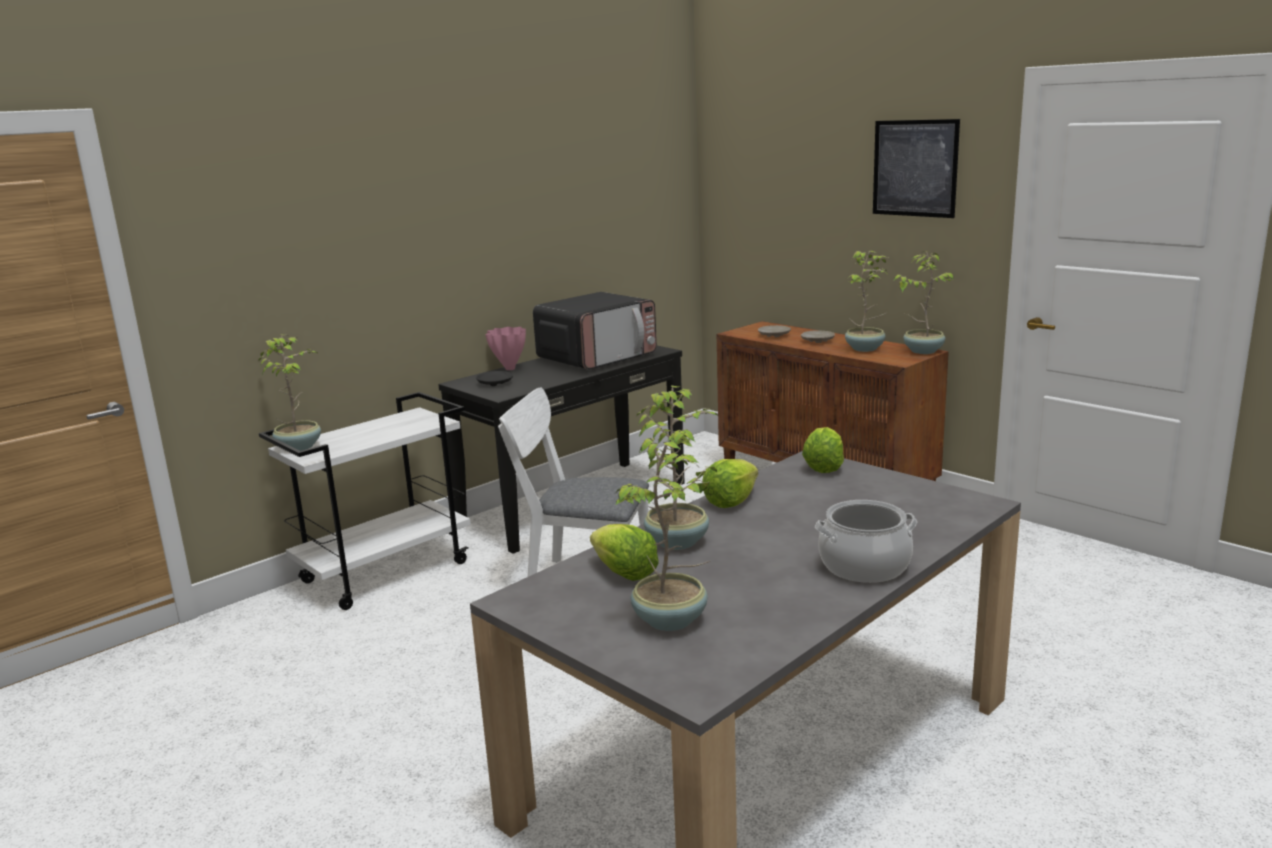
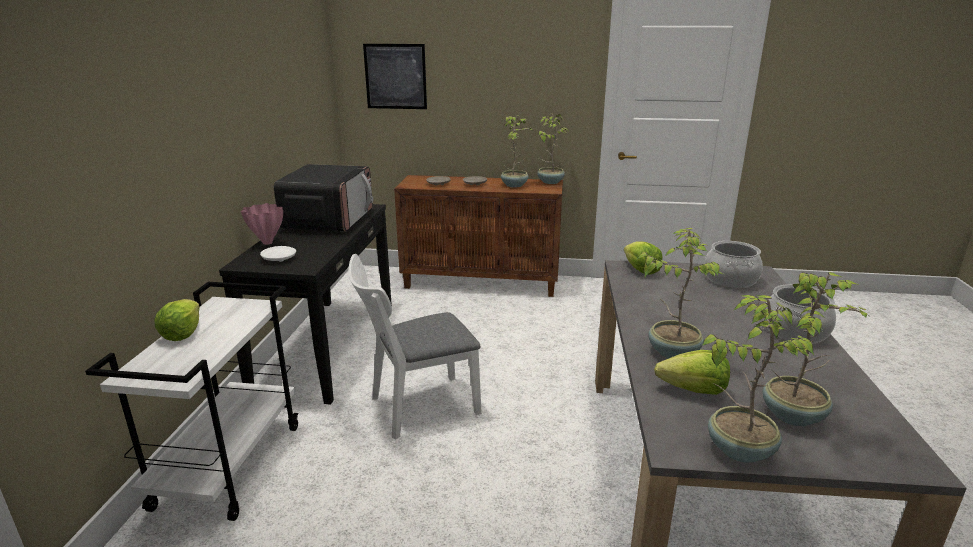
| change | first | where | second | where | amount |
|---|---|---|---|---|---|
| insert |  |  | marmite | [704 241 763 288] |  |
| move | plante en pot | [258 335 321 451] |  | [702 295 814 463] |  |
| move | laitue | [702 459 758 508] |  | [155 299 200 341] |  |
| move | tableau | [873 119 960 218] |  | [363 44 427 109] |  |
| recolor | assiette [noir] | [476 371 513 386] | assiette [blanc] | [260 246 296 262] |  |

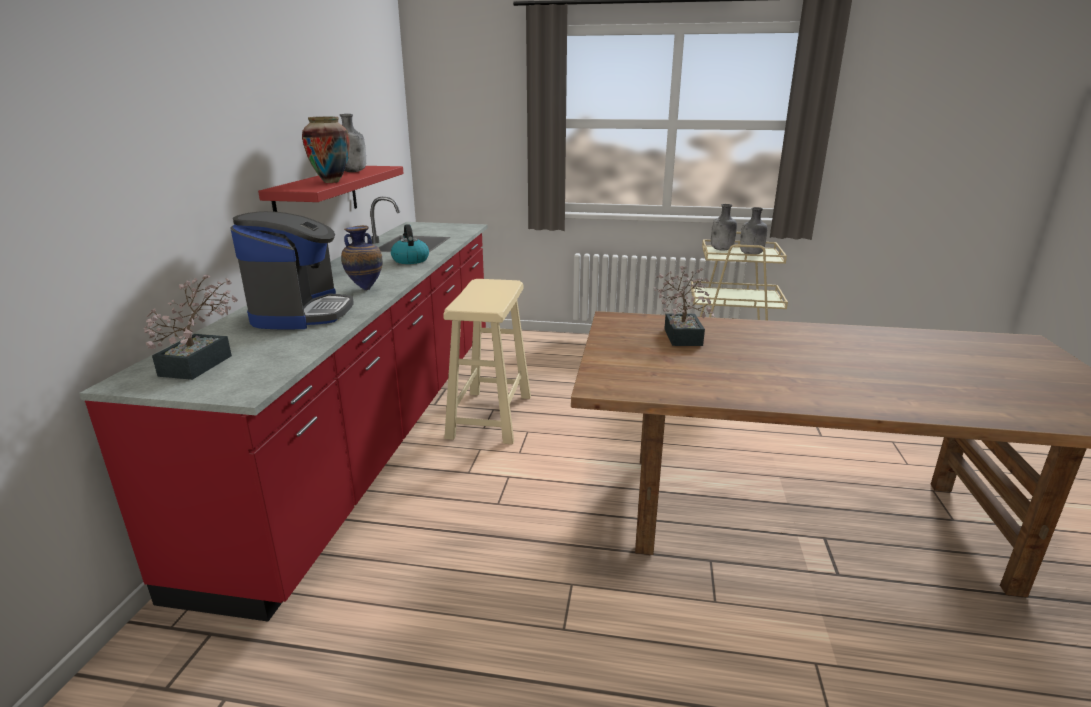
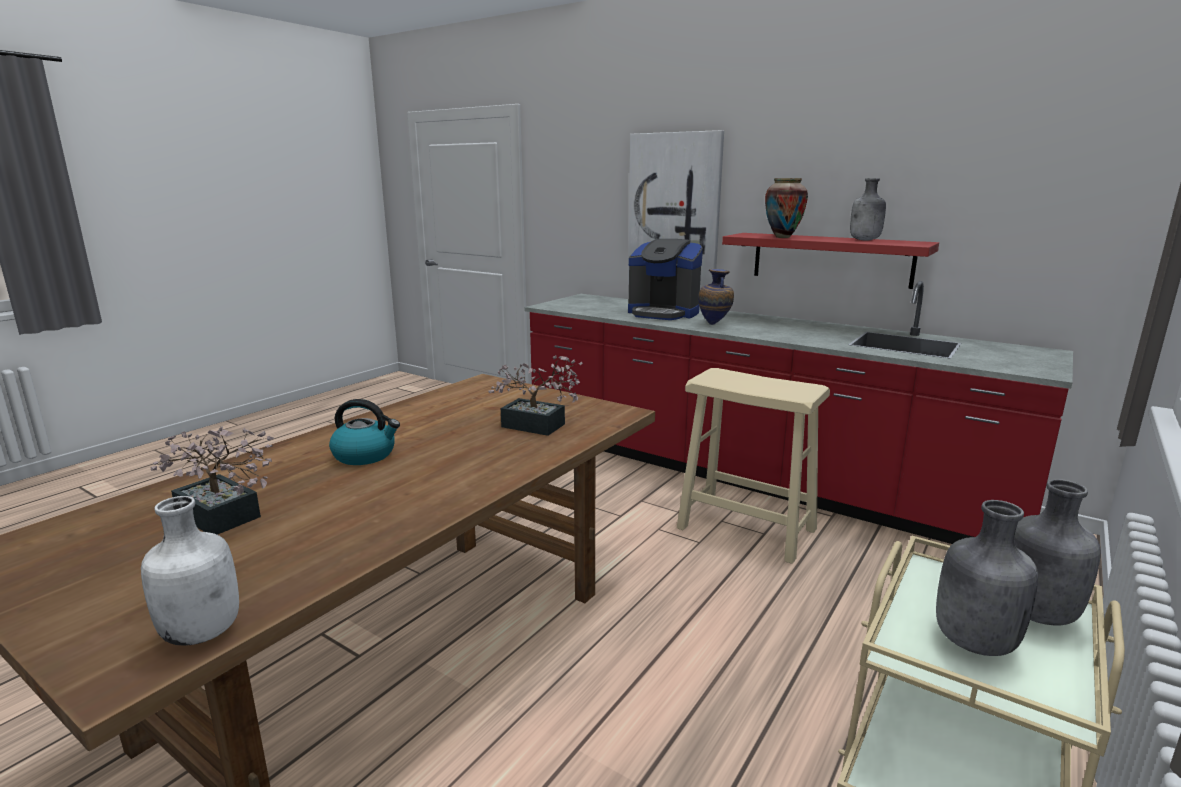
| change | first | where | second | where | amount |
|---|---|---|---|---|---|
| insert |  |  | bouteille [blanc] | [141 496 239 646] |  |
| insert |  |  | tableau | [628 130 724 289] |  |
| move | plante en pot | [144 274 238 380] |  | [150 427 274 535] |  |
| move | bouilloire | [391 224 429 264] |  | [329 399 400 465] |  |

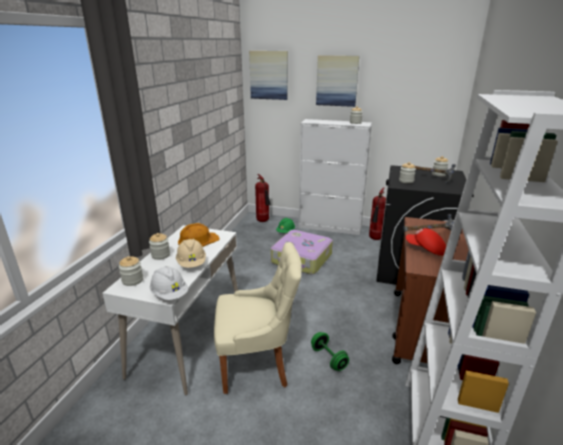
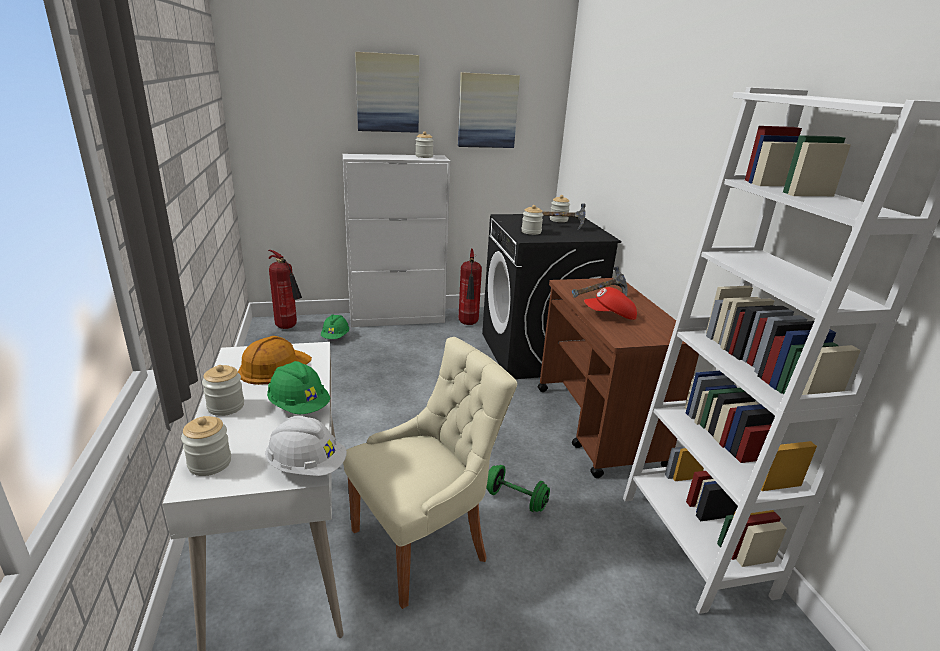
| change | first | where | second | where | amount |
|---|---|---|---|---|---|
| delete | valise | [271 230 333 274] |  |  |  |
| move | tableau | [249 51 288 100] |  | [458 72 520 148] |  |
| recolor | casque de chantier [beige] | [176 239 206 268] | casque de chantier [vert] | [267 361 330 414] |  |

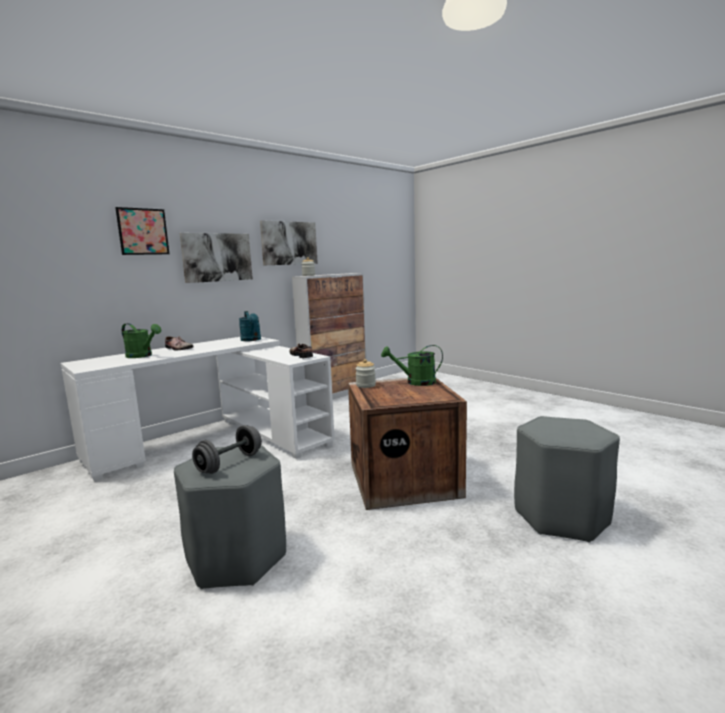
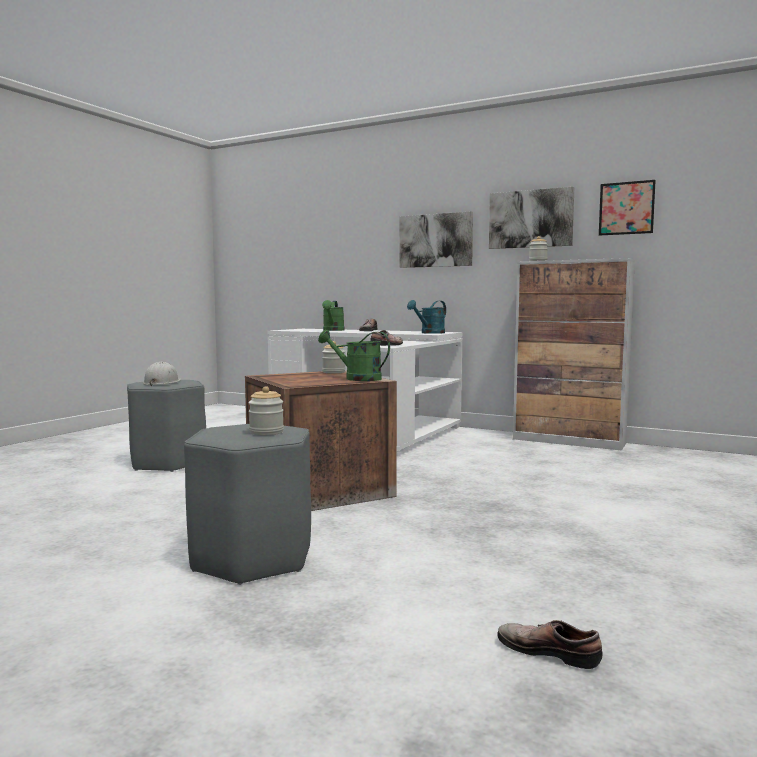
| change | first | where | second | where | amount |
|---|---|---|---|---|---|
| insert |  |  | bocal | [248 386 284 435] |  |
| insert |  |  | chaussure | [497 620 603 669] |  |
| move | tableau | [115 207 169 255] |  | [599 180 656 236] |  |
| replace | haltère [gris] | [192 425 262 474] | casque de chantier [blanc] | [143 362 181 386] |  |
| rotate | arrosoir [vert] | [381 345 443 386] |  | [318 330 390 381] | 45 degrees counterclockwise |

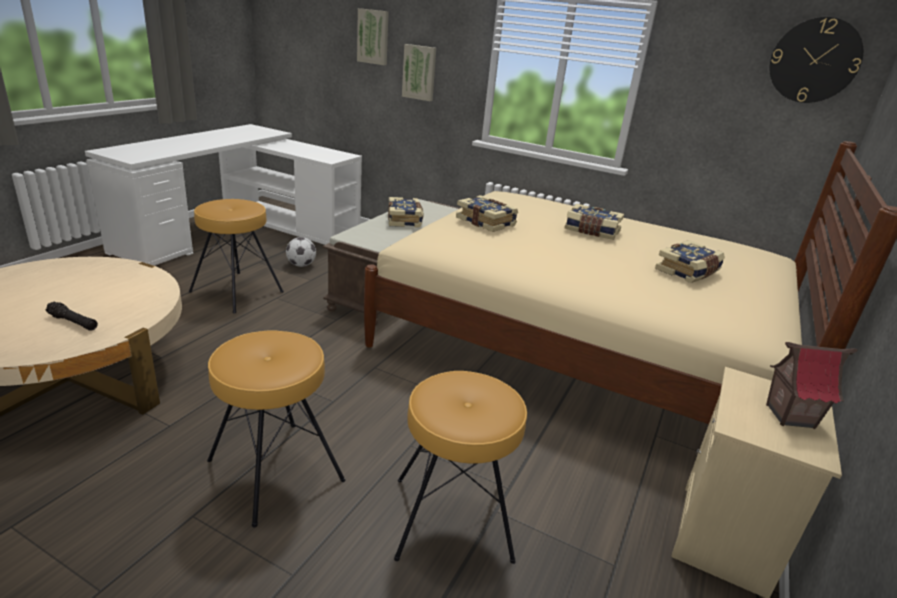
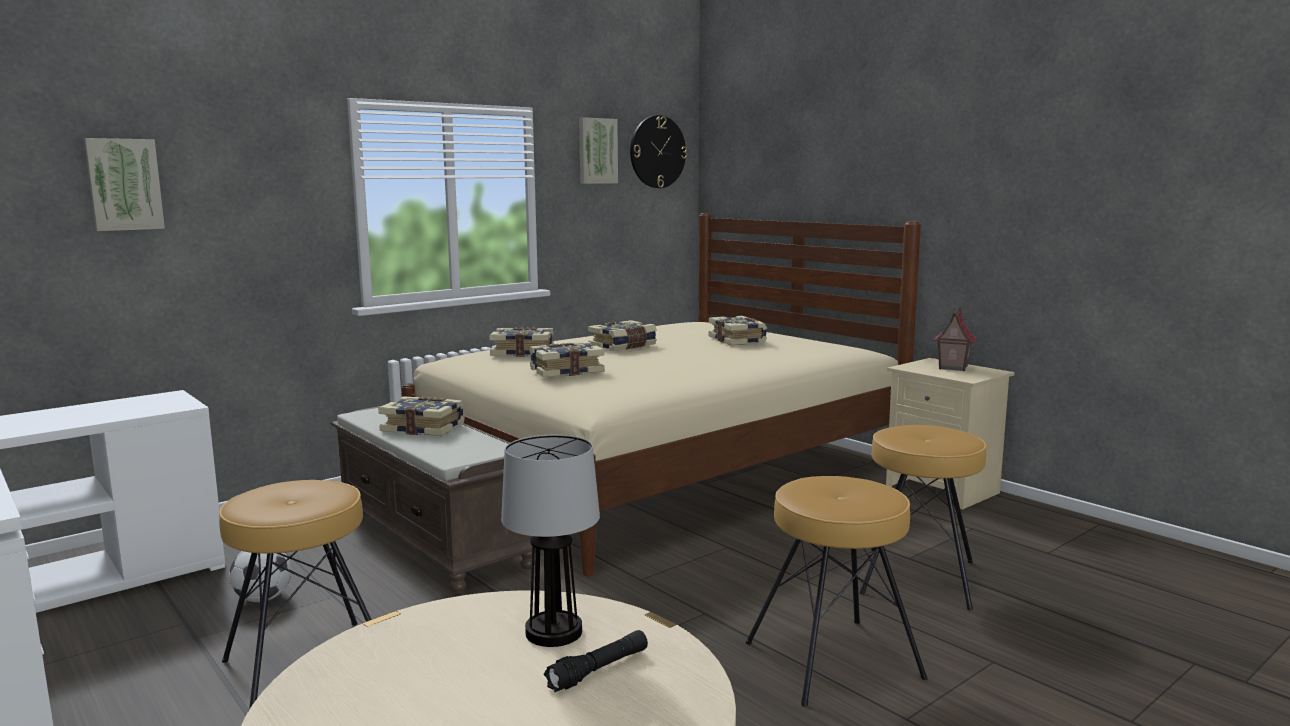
| change | first | where | second | where | amount |
|---|---|---|---|---|---|
| insert |  |  | livre | [489 327 554 357] |  |
| insert |  |  | lampe de table | [501 435 600 647] |  |
| move | tableau | [402 44 436 101] |  | [579 117 618 184] |  |

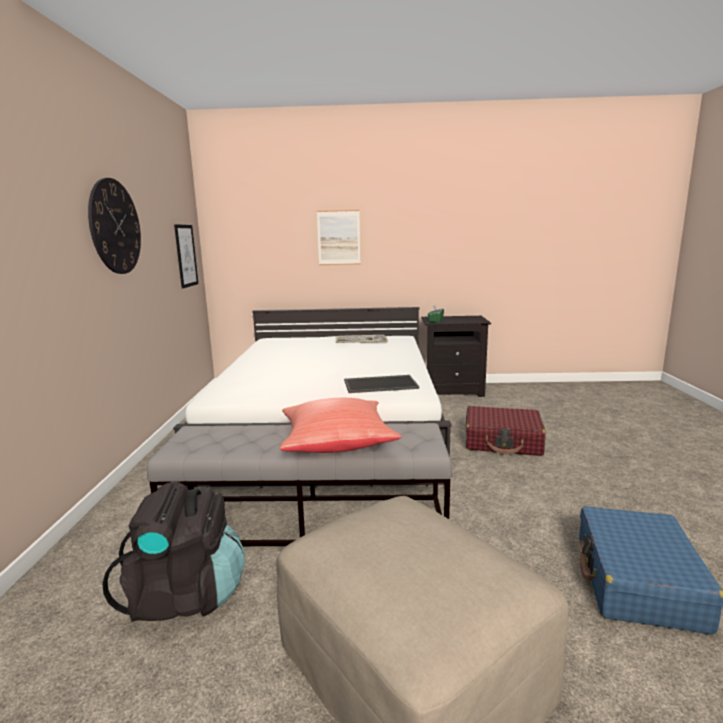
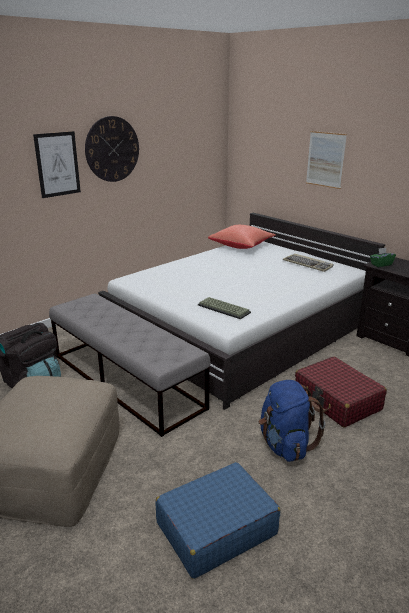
| change | first | where | second | where | amount |
|---|---|---|---|---|---|
| insert |  |  | sac à dos [bleu] | [259 380 326 462] |  |
| move | tableau | [174 224 198 288] |  | [33 131 81 198] |  |
| move | coussin [rouge] | [280 398 402 453] |  | [208 225 275 249] |  |
| replace | plateau | [344 375 419 393] | clavier | [198 297 251 319] |  |

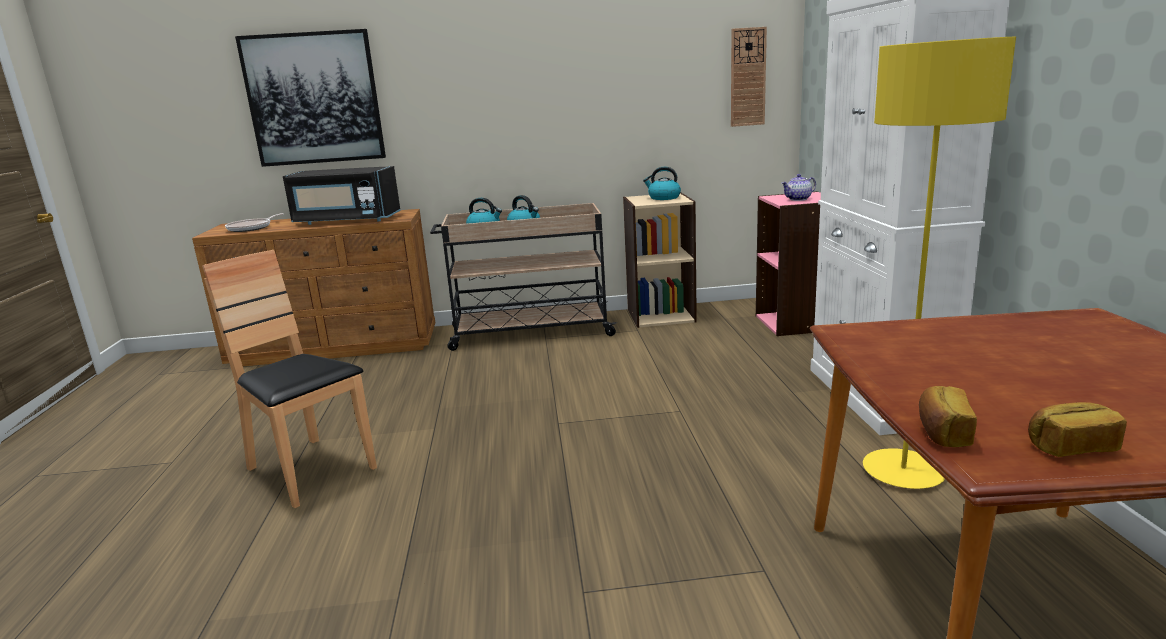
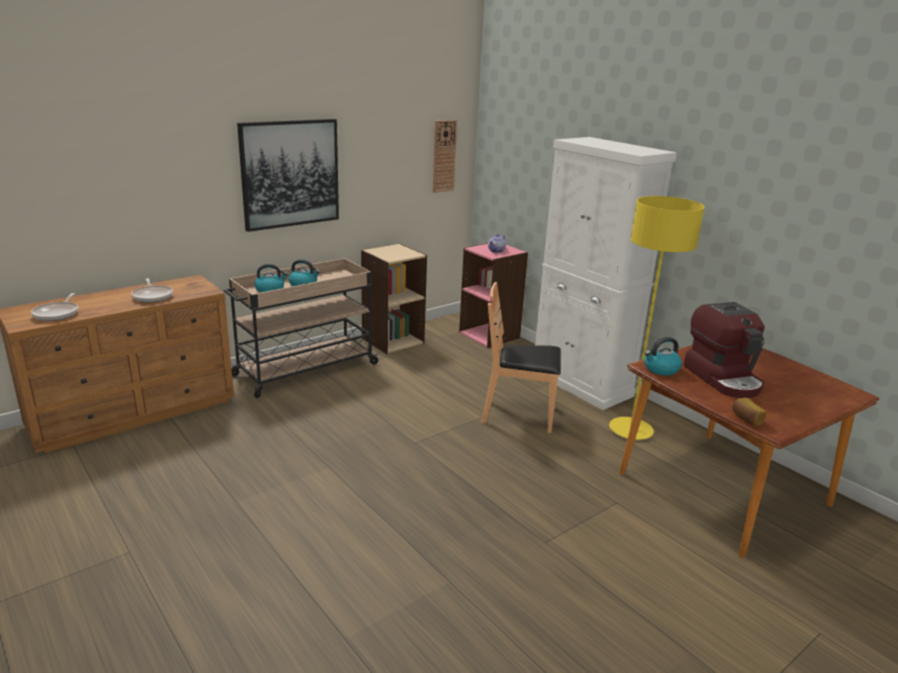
| change | first | where | second | where | amount |
|---|---|---|---|---|---|
| delete | pain | [1028 402 1127 457] |  |  |  |
| insert |  |  | machine à café | [683 302 765 398] |  |
| move | chaise [marron] | [202 250 377 508] |  | [482 282 561 433] |  |
| move | tableau | [235 29 386 167] |  | [237 119 339 232] |  |
| move | bouilloire | [643 167 681 200] |  | [644 337 682 375] |  |
| replace | micro-ondes [noir] | [283 166 401 225] | poêle | [131 278 173 302] |  |

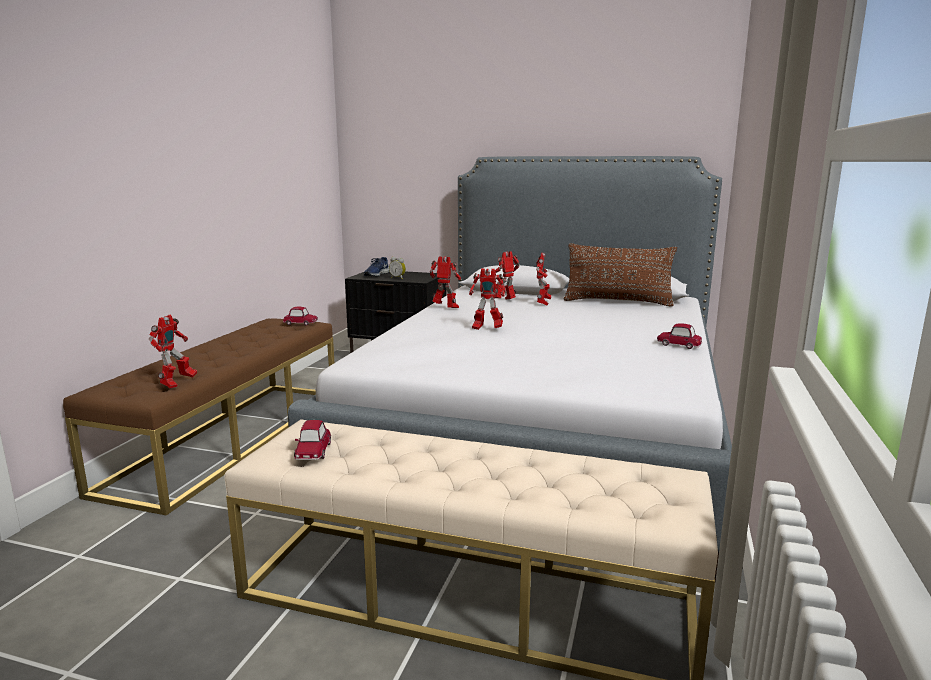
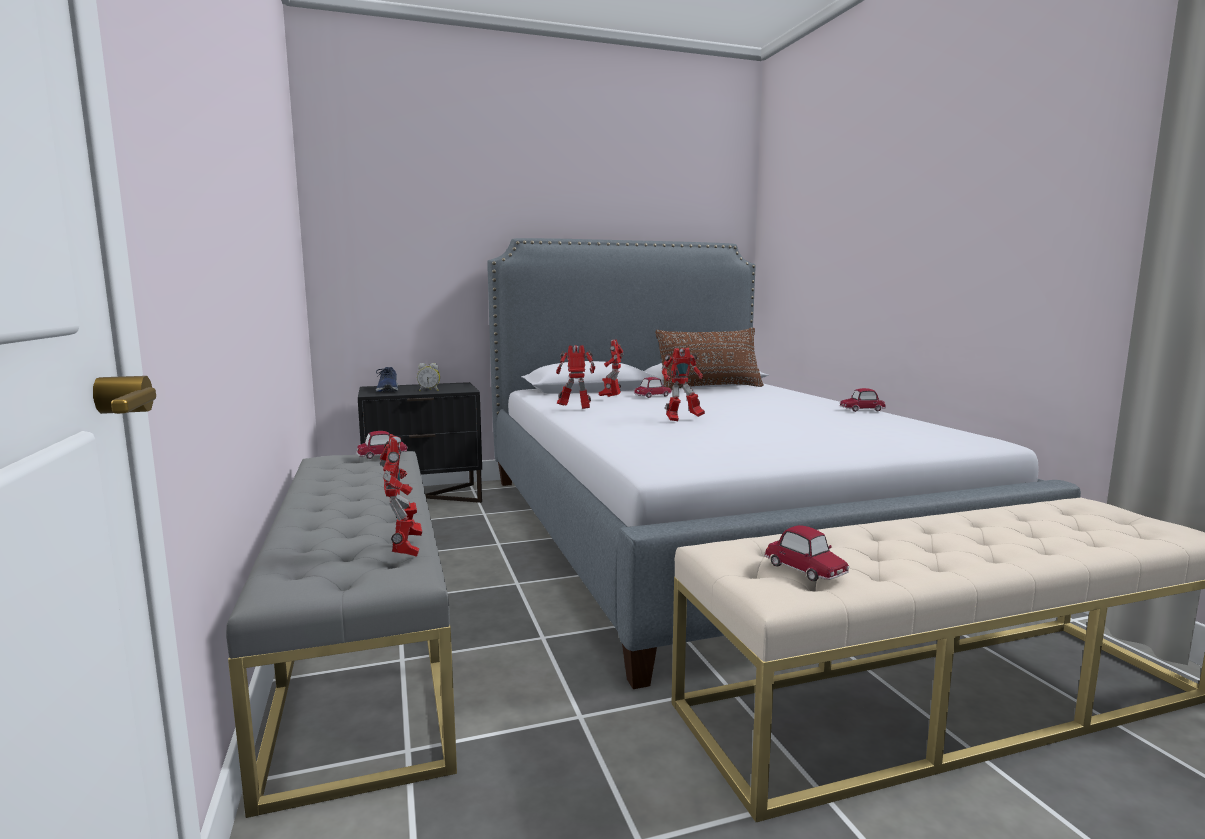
| change | first | where | second | where | amount |
|---|---|---|---|---|---|
| replace | robot jouet | [536 252 551 305] | petite voiture | [634 377 672 398] |  |
| recolor | banc [marron] | [63 319 334 515] | banc [gris] | [226 451 457 818] |  |

